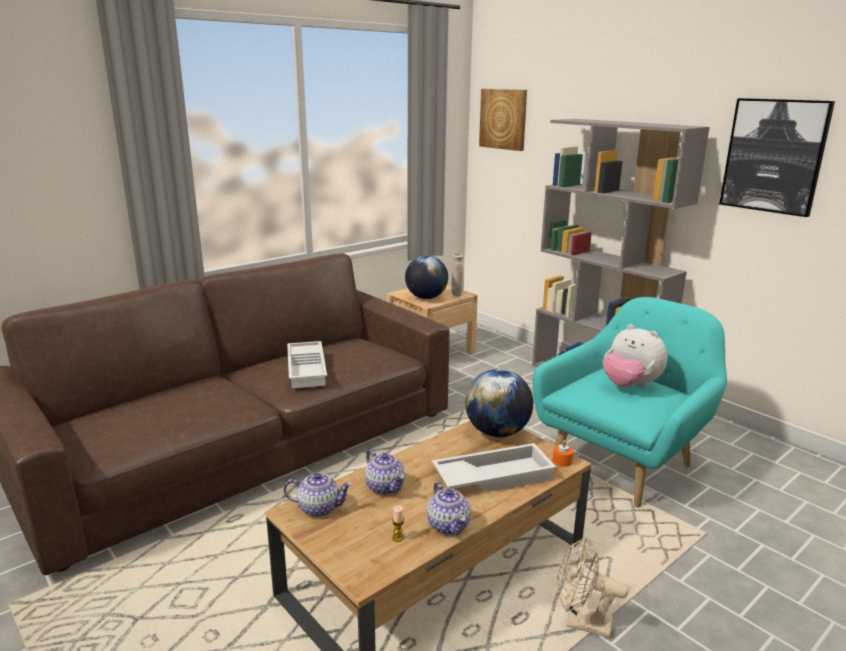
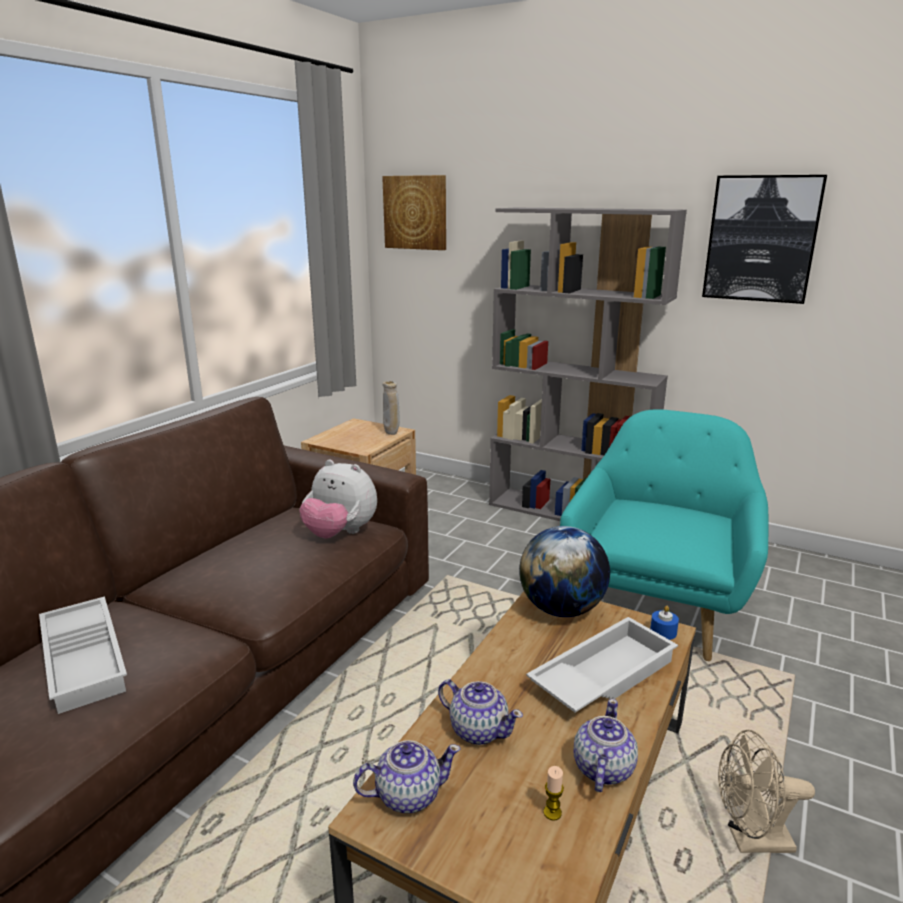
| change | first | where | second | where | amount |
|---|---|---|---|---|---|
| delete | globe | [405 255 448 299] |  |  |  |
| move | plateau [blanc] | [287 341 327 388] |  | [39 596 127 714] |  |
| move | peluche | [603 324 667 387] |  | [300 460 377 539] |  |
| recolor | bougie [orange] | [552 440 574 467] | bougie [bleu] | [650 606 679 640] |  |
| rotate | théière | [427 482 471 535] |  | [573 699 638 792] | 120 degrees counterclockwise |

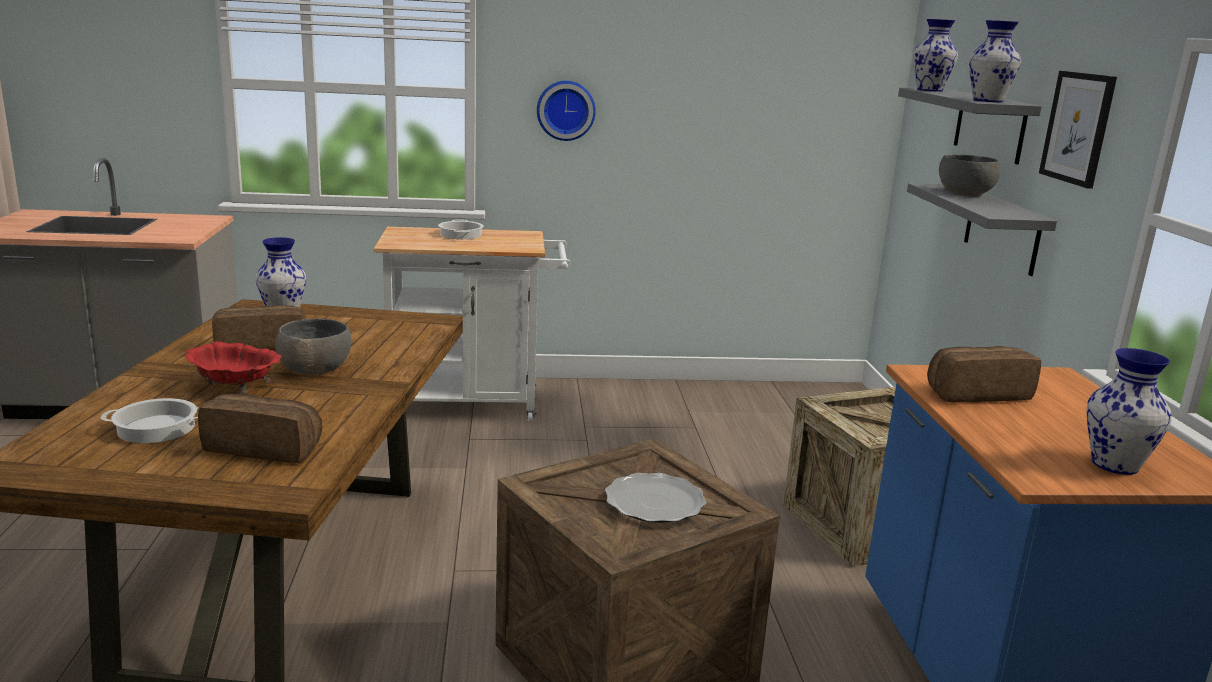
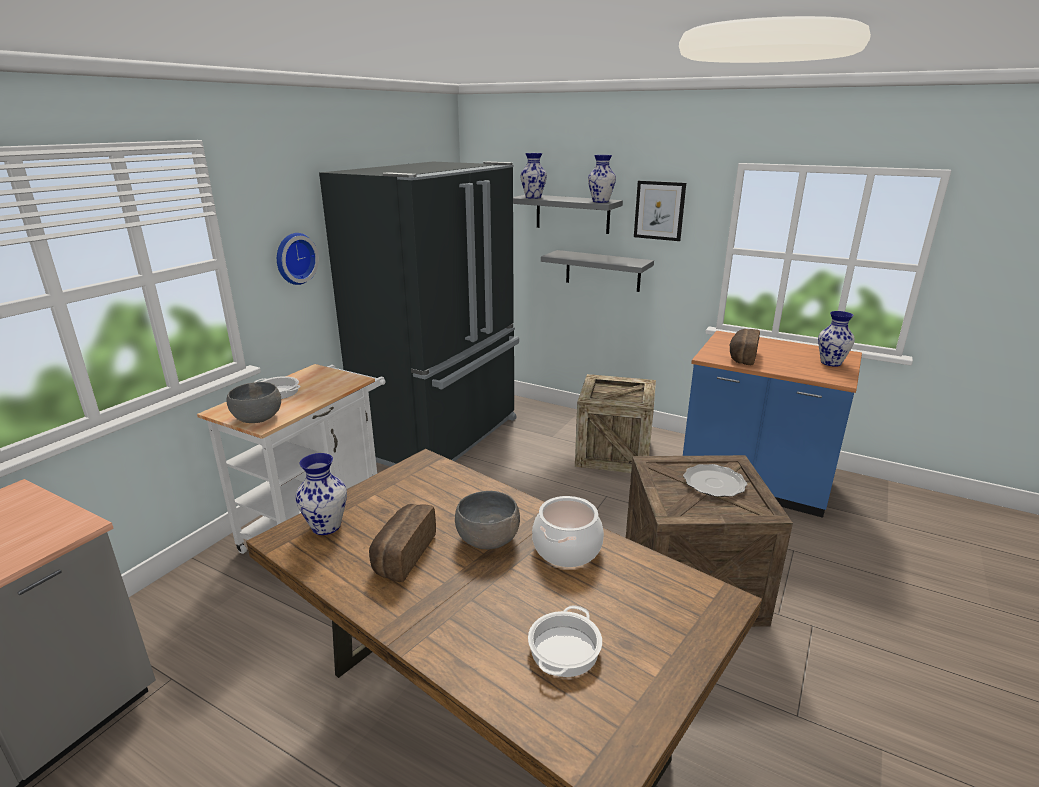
| change | first | where | second | where | amount |
|---|---|---|---|---|---|
| delete | bol [rouge] | [185 341 282 395] |  |  |  |
| delete | pain | [198 394 322 463] |  |  |  |
| insert |  |  | réfrigérateur [noir] | [319 162 519 467] |  |
| insert |  |  | marmite | [532 496 604 567] |  |
| move | bol [gris] | [939 154 1000 195] |  | [227 382 281 423] |  |

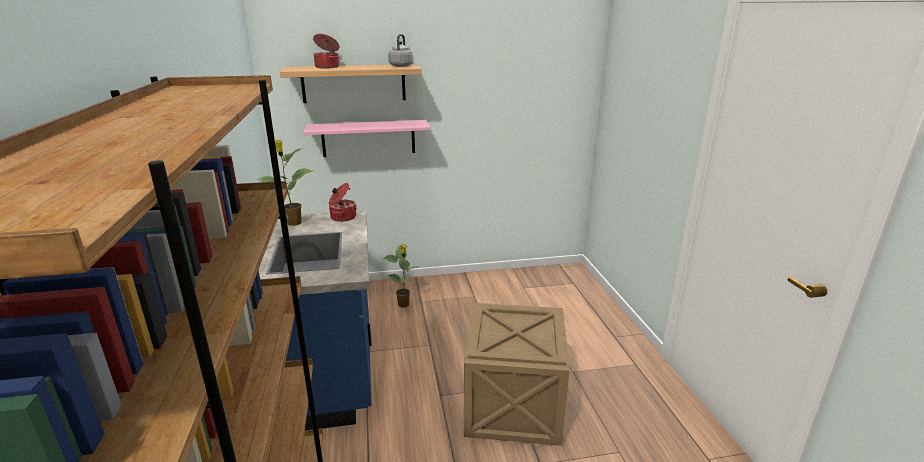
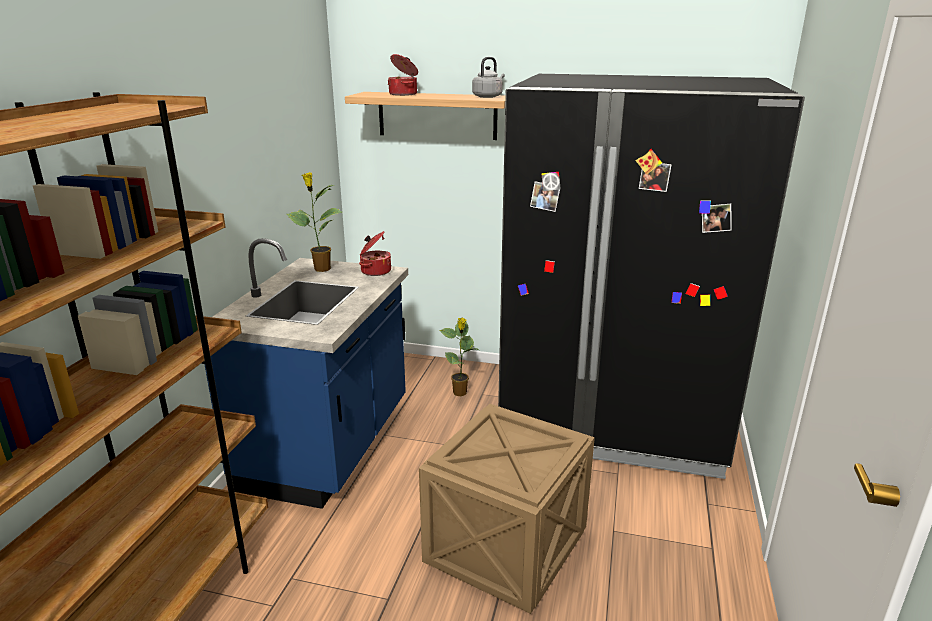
| change | first | where | second | where | amount |
|---|---|---|---|---|---|
| delete | étagère [rose] | [303 120 431 157] |  |  |  |
| insert |  |  | réfrigérateur [noir] | [498 74 805 479] |  |

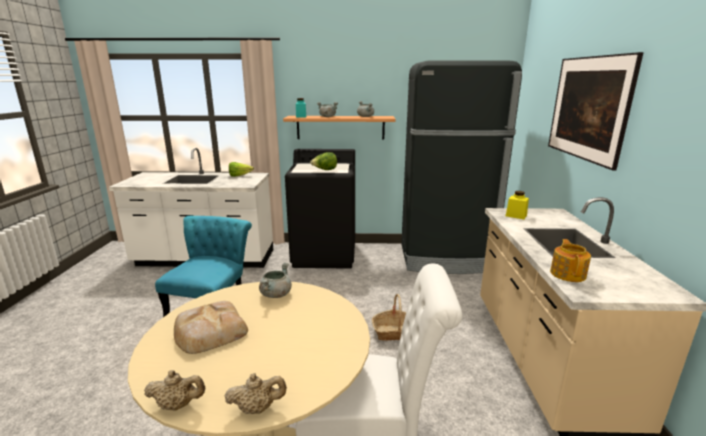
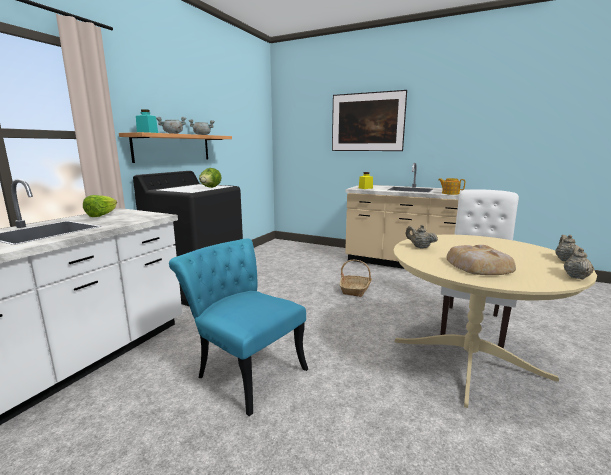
| change | first | where | second | where | amount |
|---|---|---|---|---|---|
| delete | réfrigérateur [noir] | [401 61 522 274] |  |  |  |
| replace | marmite [gris] | [259 262 292 298] | théière [beige] | [406 225 438 249] |  |

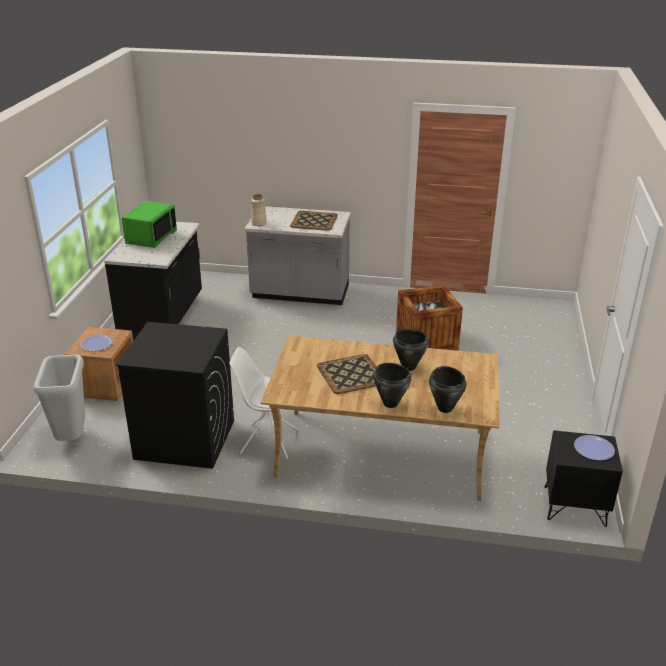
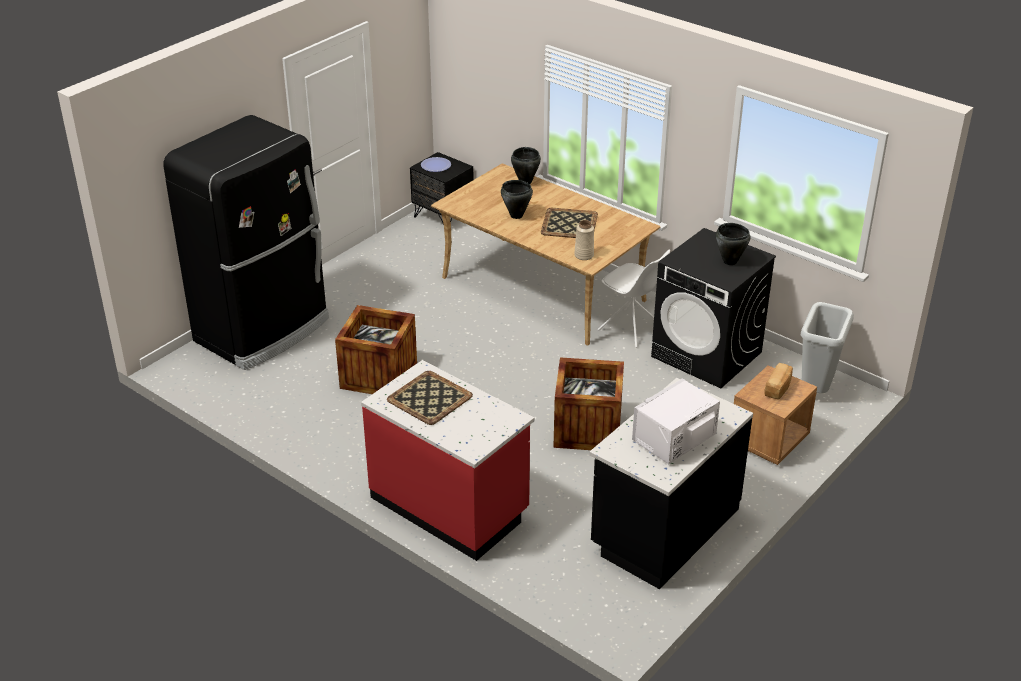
| change | first | where | second | where | amount |
|---|---|---|---|---|---|
| insert |  |  | réfrigérateur [noir] | [163 115 329 370] |  |
| insert |  |  | caisse | [553 357 624 450] |  |
| move | vase [beige] | [251 194 267 226] |  | [574 220 594 260] |  |
| move | marmite [noir] | [373 363 411 408] |  | [716 223 751 265] |  |
| replace | assiette | [81 334 114 351] | pain | [764 363 793 399] |  |
| recolor | micro-ondes [vert] | [122 201 177 248] | micro-ondes [blanc] | [632 378 720 464] |  |
| recolor | comptoir de cuisine [gris] | [244 206 351 305] | comptoir de cuisine [rouge] | [361 360 534 561] |  |

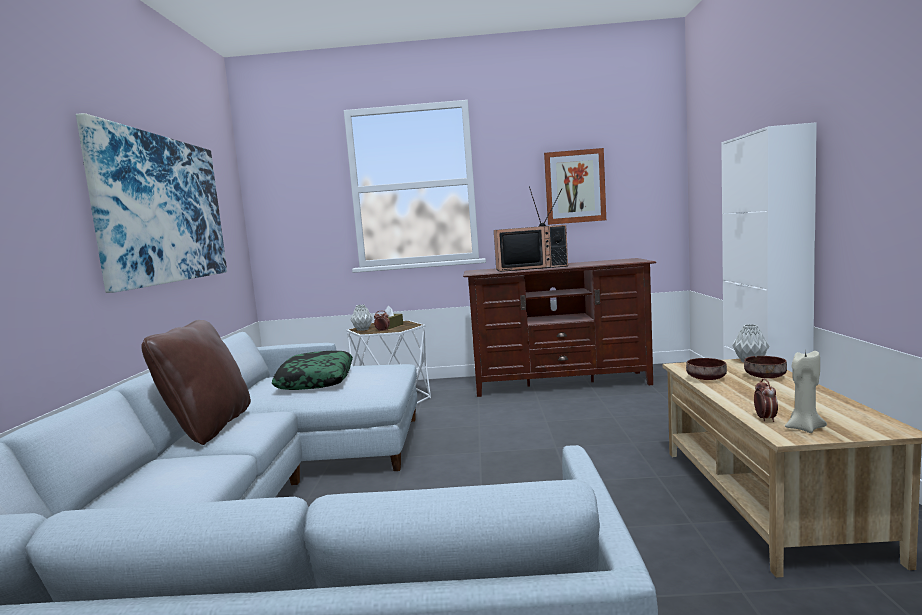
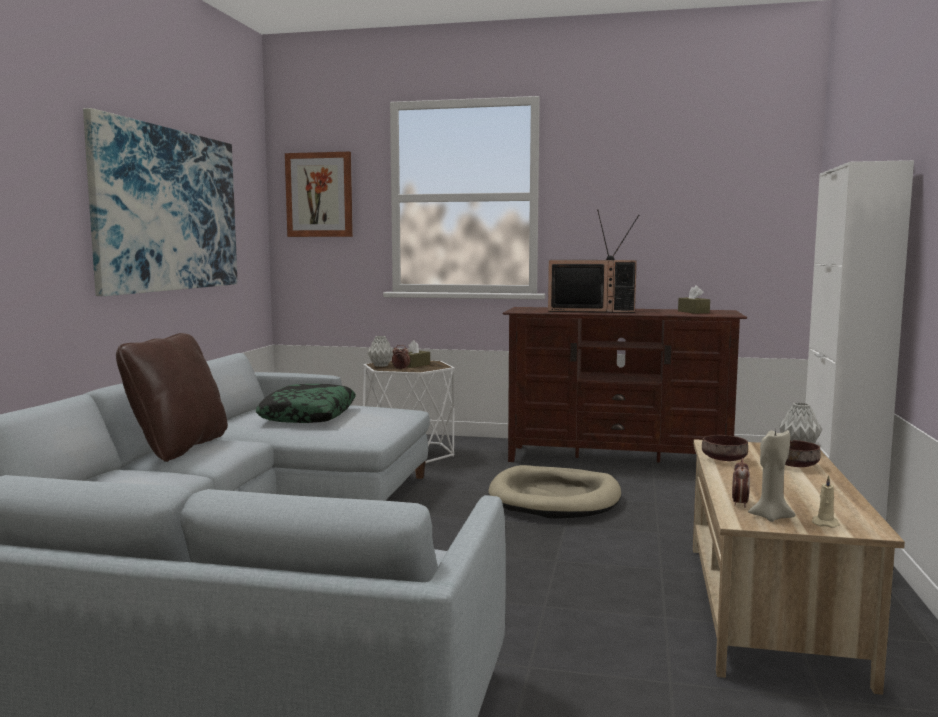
| change | first | where | second | where | amount |
|---|---|---|---|---|---|
| insert |  |  | panier pour chien [beige] | [488 465 621 519] |  |
| insert |  |  | boîte à mouchoirs [marron] | [678 285 710 314] |  |
| insert |  |  | bougie [beige] | [812 475 840 528] |  |
| move | tableau | [544 148 606 225] |  | [285 152 353 237] |  |

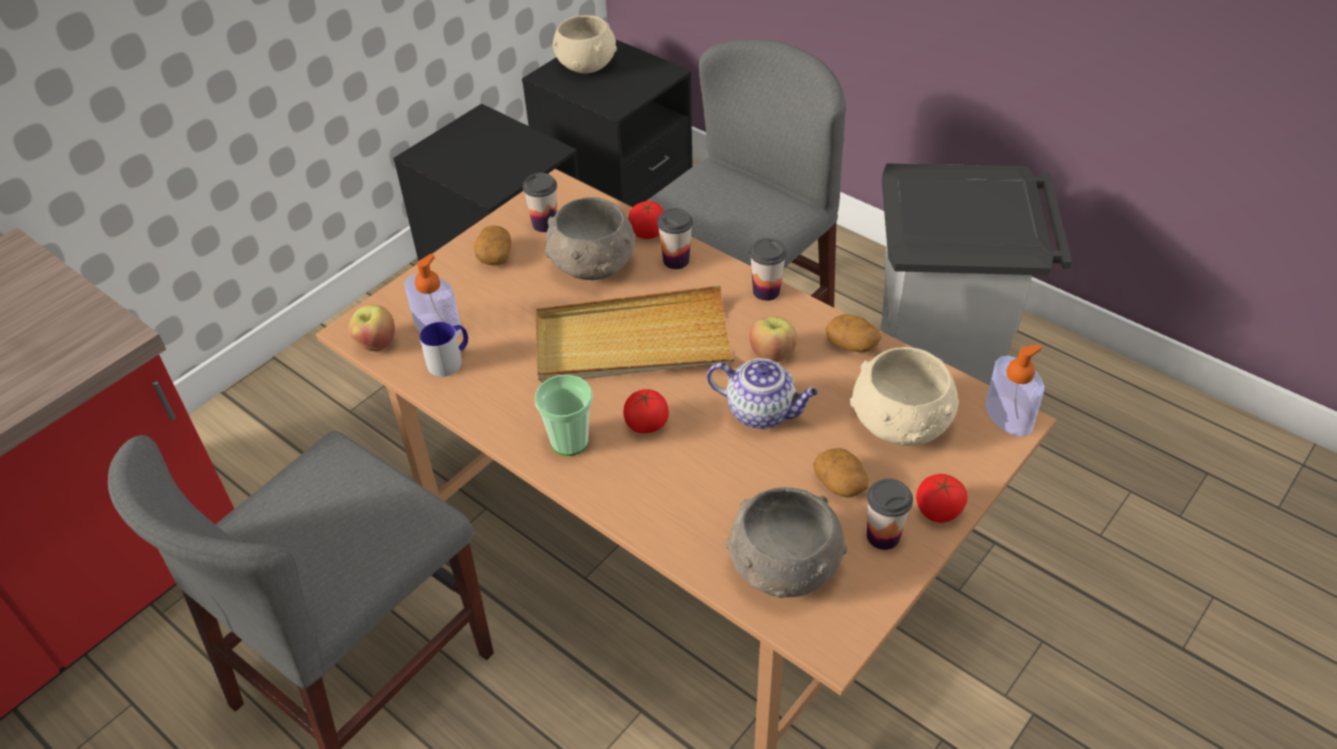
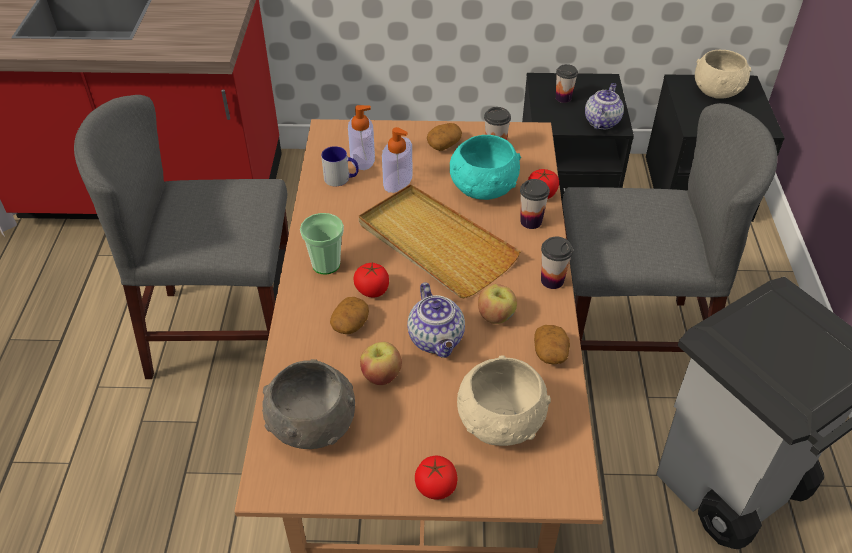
| change | first | where | second | where | amount |
|---|---|---|---|---|---|
| insert |  |  | théière | [585 83 624 129] |  |
| move | pomme | [348 305 395 351] |  | [360 342 402 385] |  |
| move | pomme de terre | [813 448 869 498] |  | [330 297 369 334] |  |
| move | tasse | [867 478 913 550] |  | [556 64 578 103] |  |
| move | distributeur de savon | [985 344 1045 437] |  | [382 127 413 193] |  |
| recolor | bol [gris] | [545 197 636 280] | bol [turquoise] | [450 135 521 200] |  |

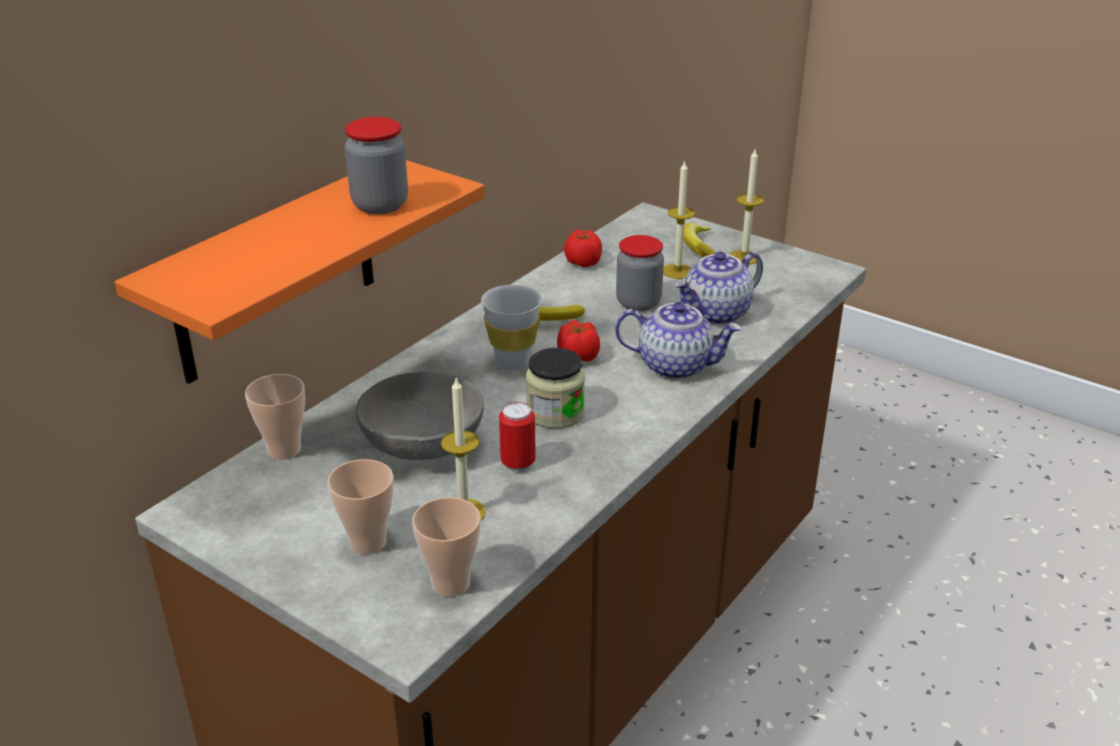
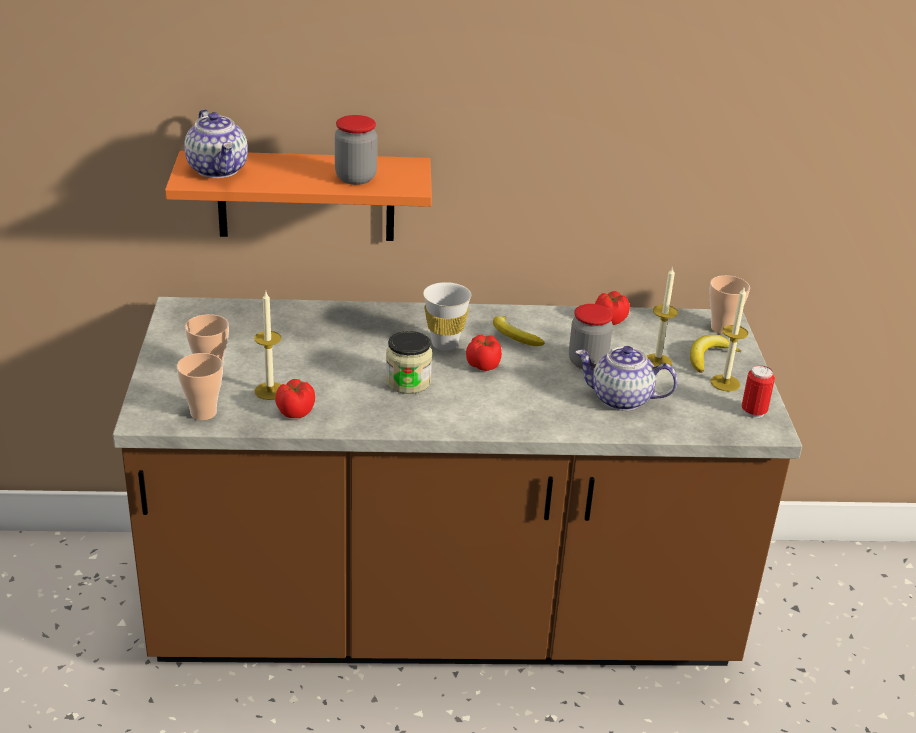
| change | first | where | second | where | amount |
|---|---|---|---|---|---|
| delete | bol [gris] | [356 371 484 460] |  |  |  |
| insert |  |  | tomate | [275 379 315 418] |  |
| move | tasse | [245 374 305 460] |  | [710 275 750 334] |  |
| move | boîte métallique | [499 402 536 473] |  | [742 365 775 418] |  |
| move | théière | [615 302 742 380] |  | [184 109 248 178] |  |

